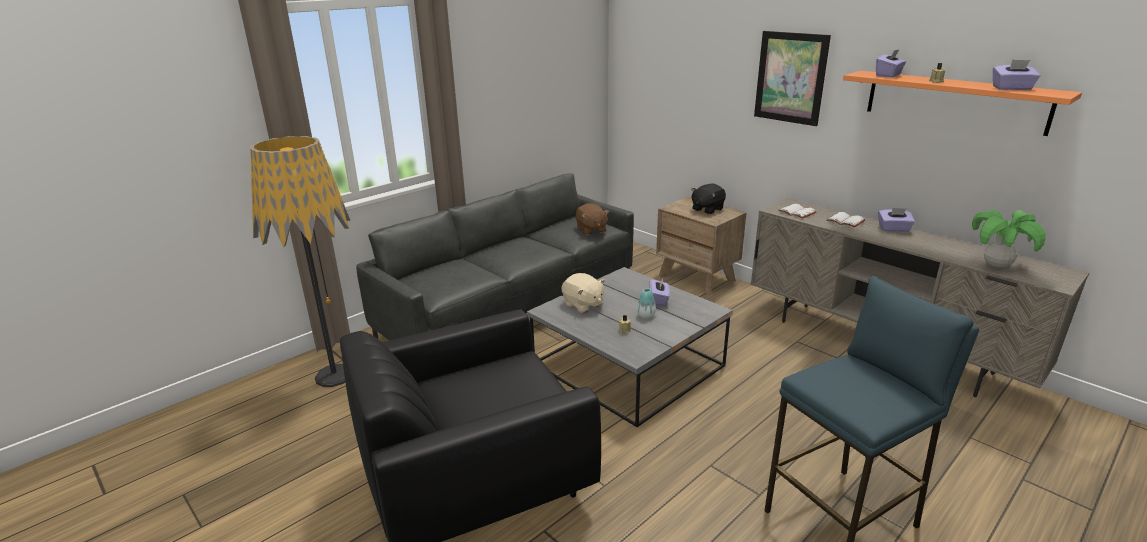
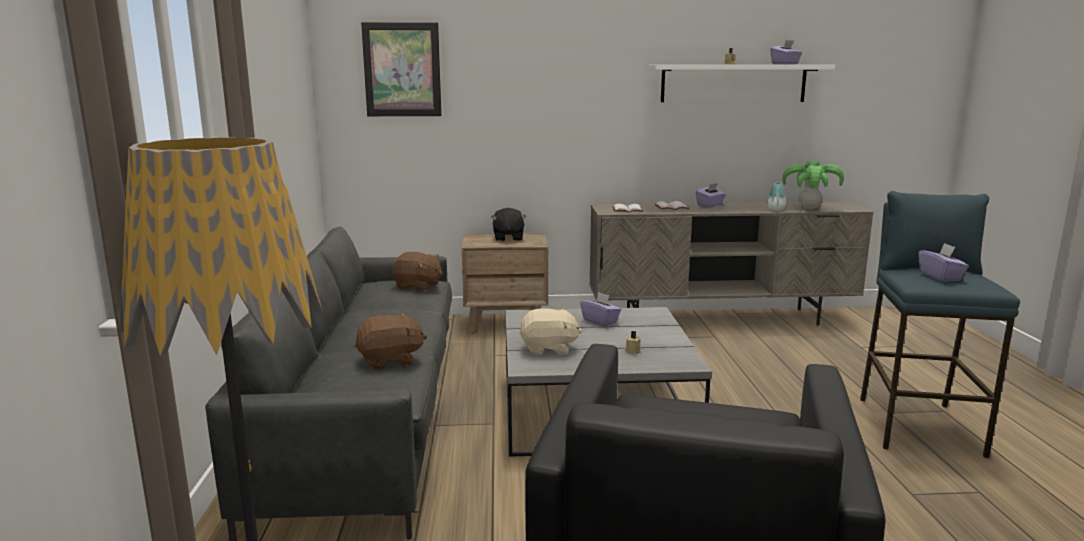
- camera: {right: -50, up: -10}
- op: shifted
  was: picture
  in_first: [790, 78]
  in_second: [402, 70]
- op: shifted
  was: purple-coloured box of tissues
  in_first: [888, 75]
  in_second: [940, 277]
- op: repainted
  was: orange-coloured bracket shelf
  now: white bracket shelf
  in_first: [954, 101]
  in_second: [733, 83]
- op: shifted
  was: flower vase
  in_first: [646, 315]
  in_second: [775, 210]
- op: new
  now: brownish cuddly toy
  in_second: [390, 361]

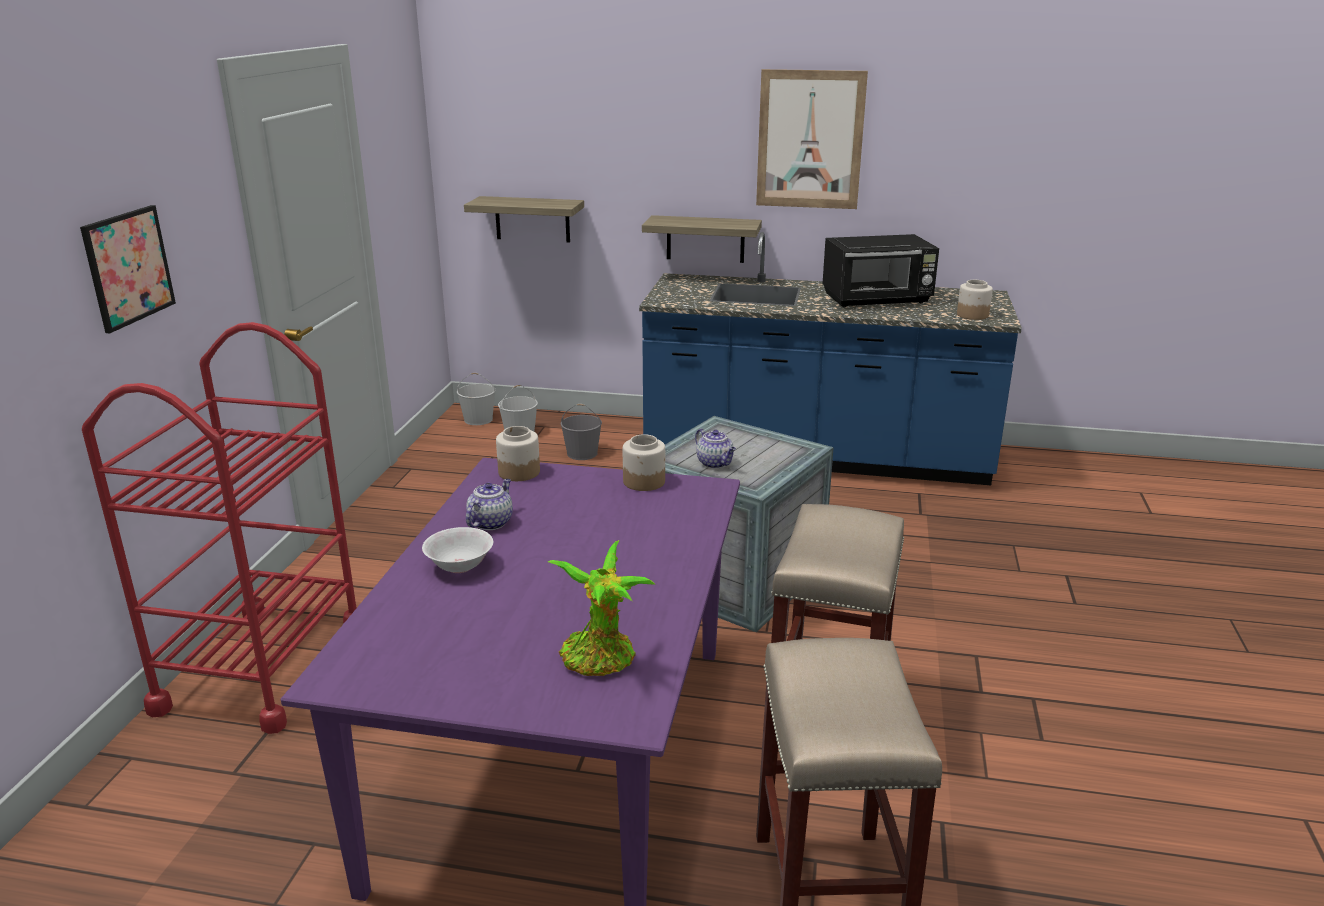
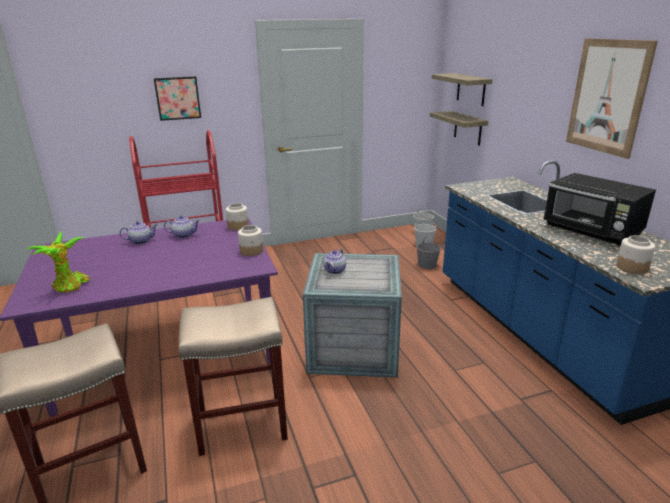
- camera: {right: 60, up: 0}
- op: shifted
  was: bracket shelf
  in_first: [705, 239]
  in_second: [471, 89]
- op: swapped
  was: white bowl
  now: pot for tea
  in_first: [459, 566]
  in_second: [141, 241]

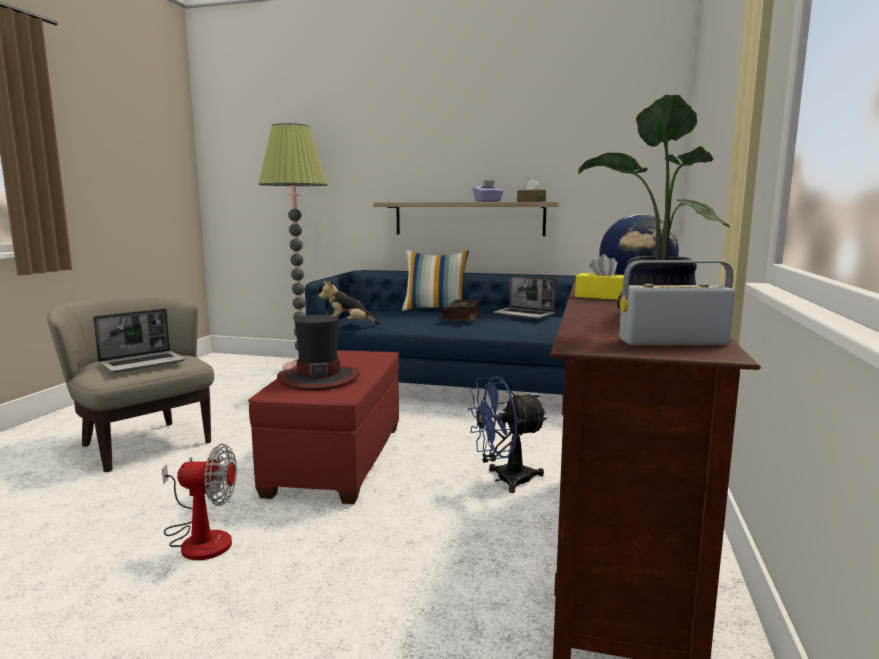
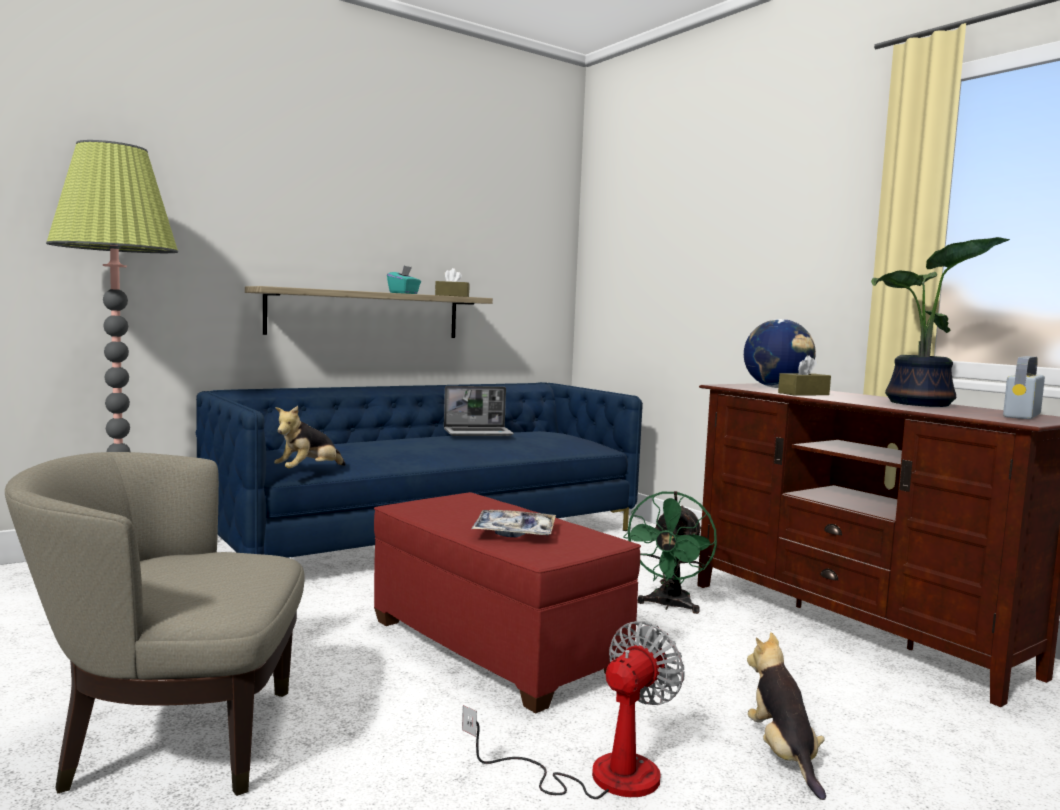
- camera: {right: -50, up: -5}
- op: repainted
  was: purple-coloured box of tissues
  now: turquoise box of tissues
  in_first: [488, 201]
  in_second: [404, 293]
- op: gone
  was: pillow
  in_first: [435, 309]
- op: repainted
  was: yellowish box of tissues
  now: brownish box of tissues
  in_first: [602, 296]
  in_second: [803, 394]
- op: gone
  was: bound book
  in_first: [463, 317]
- op: gone
  was: portable computer
  in_first: [143, 363]
- op: swapped
  was: clothing hat
  now: carrying tray
  in_first: [318, 378]
  in_second: [514, 532]
- op: repainted
  was: bluish electric fan
  now: green-coloured electric fan
  in_first: [505, 480]
  in_second: [668, 606]
- op: new
  now: cuddly toy
  in_second: [783, 755]

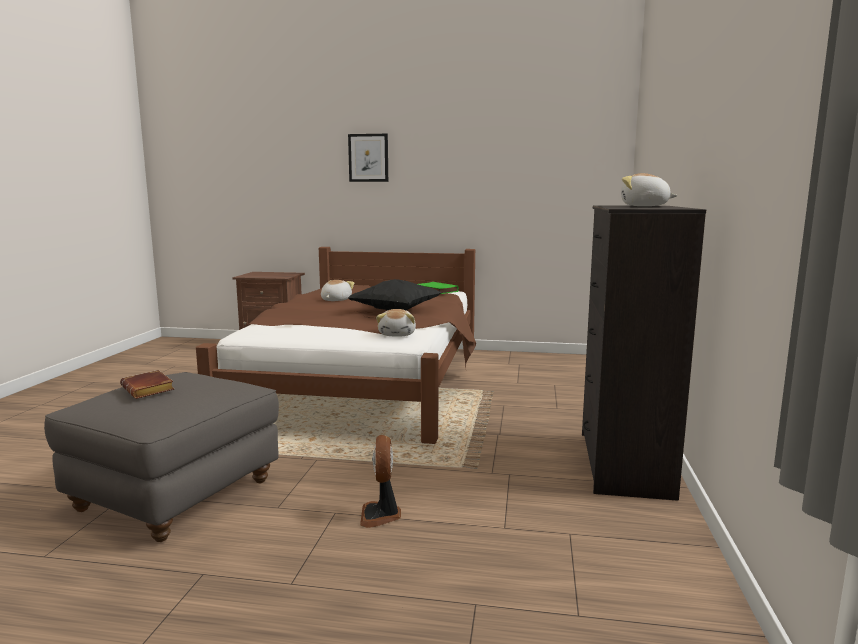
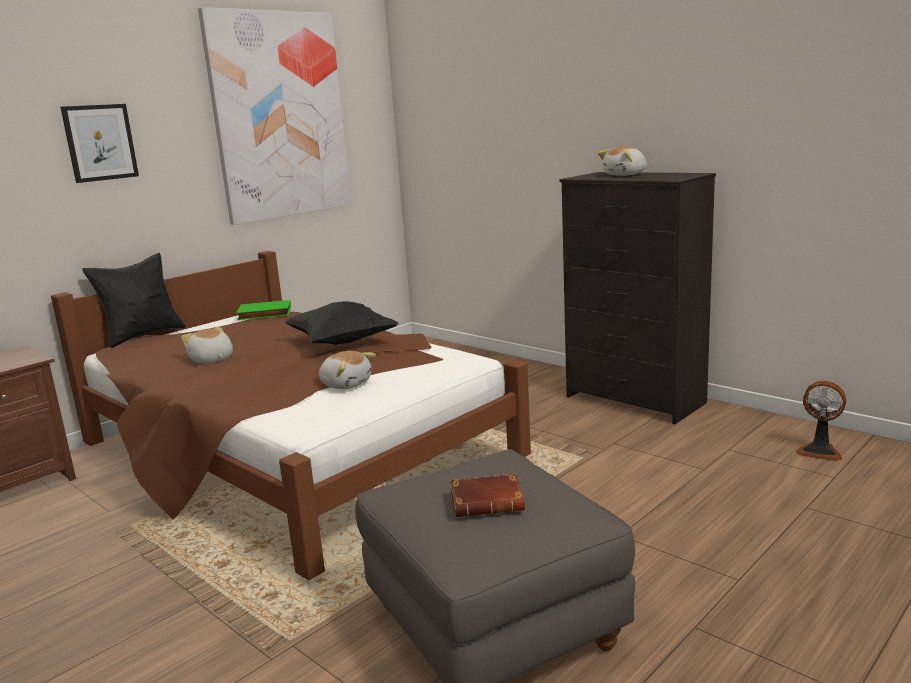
- camera: {right: -55, up: 5}
- op: shifted
  was: cuddly toy
  in_first: [397, 334]
  in_second: [346, 384]
- op: shifted
  was: electric fan
  in_first: [381, 515]
  in_second: [820, 451]
- op: new
  now: picture
  in_second: [280, 116]
- op: new
  now: blackish pillow
  in_second: [143, 336]

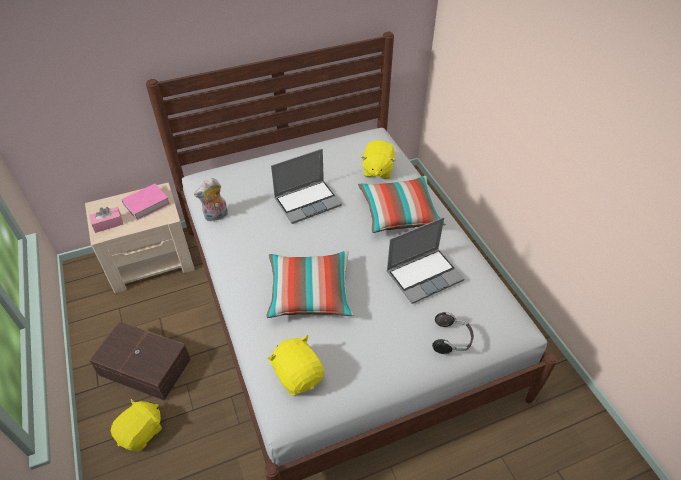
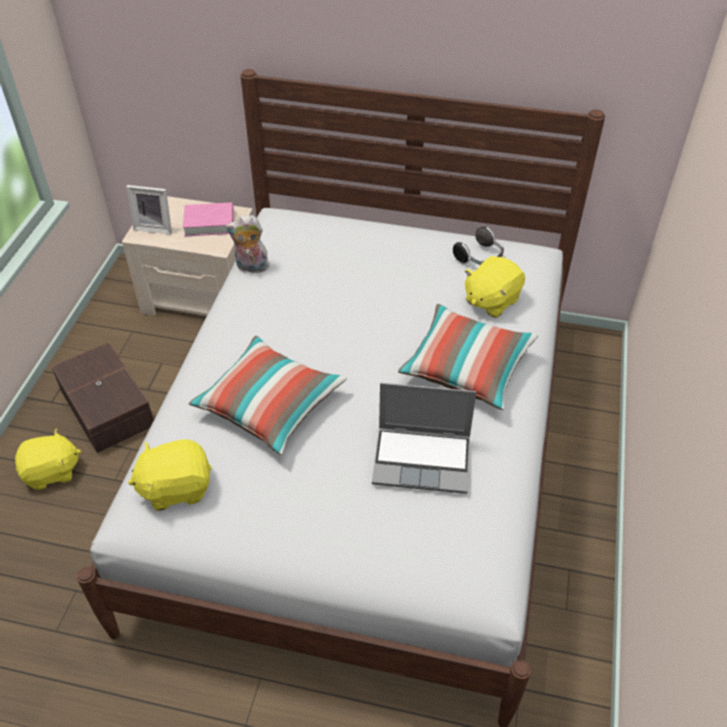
- camera: {right: 35, up: 0}
- op: gone
  was: portable computer
  in_first: [308, 201]
- op: swapped
  was: pink-coloured box of tissues
  now: standing frame
  in_first: [108, 224]
  in_second: [155, 227]
- op: shifted
  was: headset
  in_first: [451, 340]
  in_second: [480, 258]
- op: rotated
  was: yellowish cuddly toy
  in_first: [298, 375]
  in_second: [176, 487]
  clockwise: -105

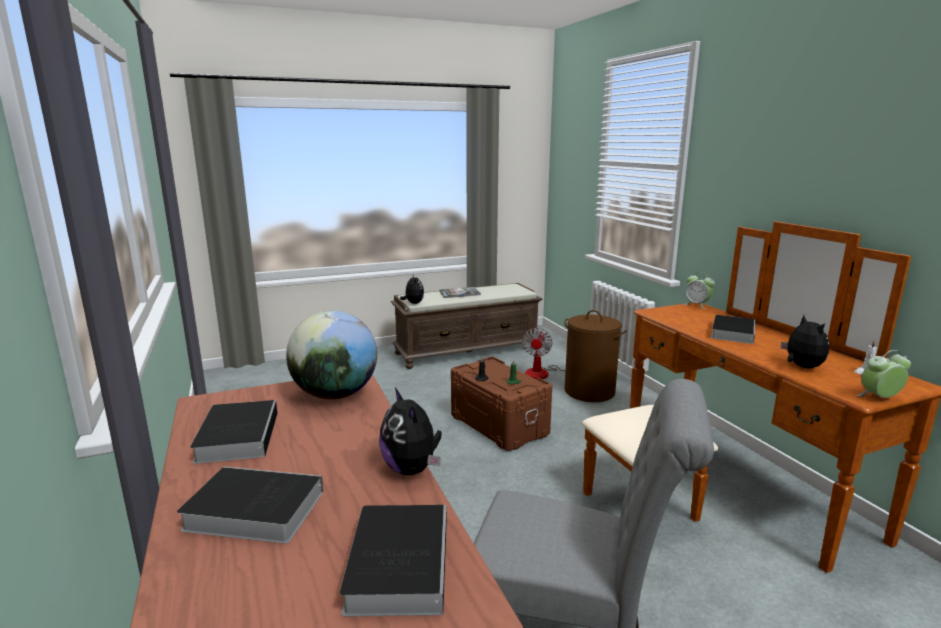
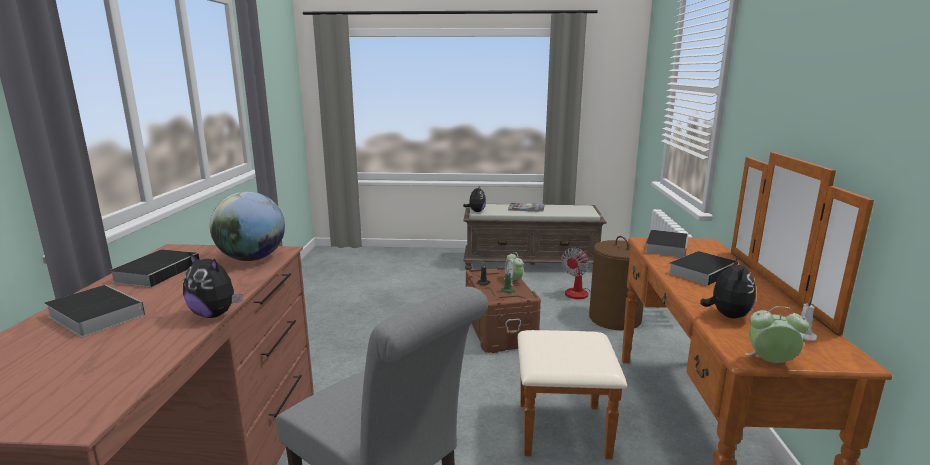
- camera: {right: 25, up: 0}
- op: shifted
  was: bedside clock
  in_first: [697, 305]
  in_second: [513, 281]
- op: rotated
  was: cuddly toy
  in_first: [412, 469]
  in_second: [215, 314]
  clockwise: -60
- op: shifted
  was: bound book
  in_first: [398, 561]
  in_second: [666, 246]

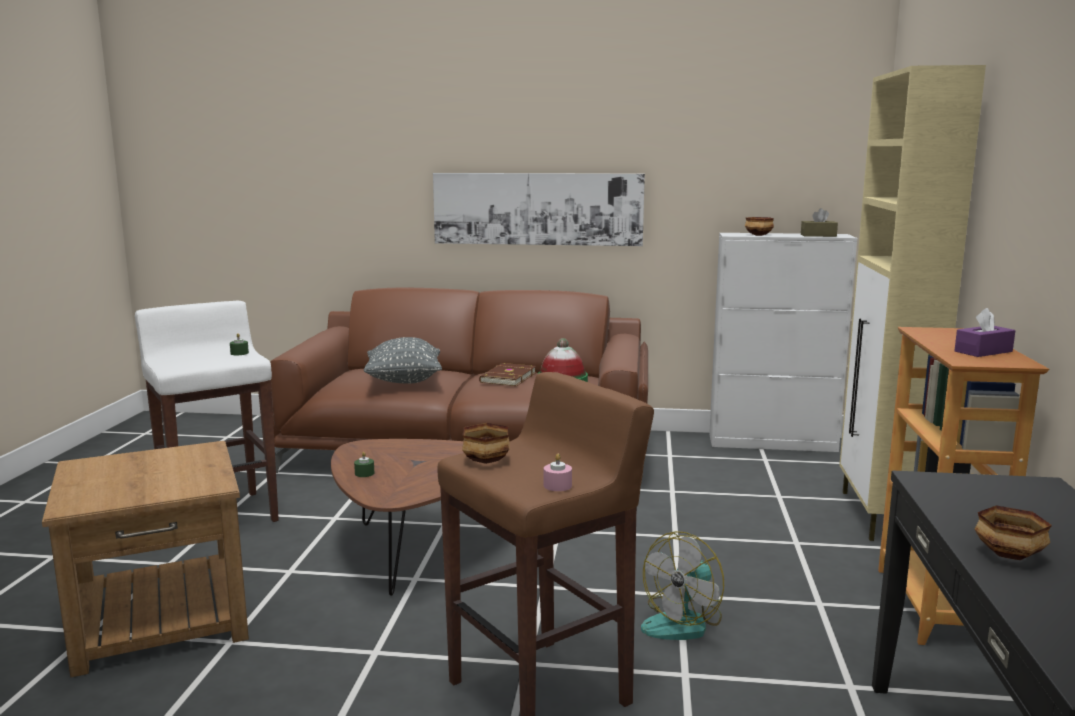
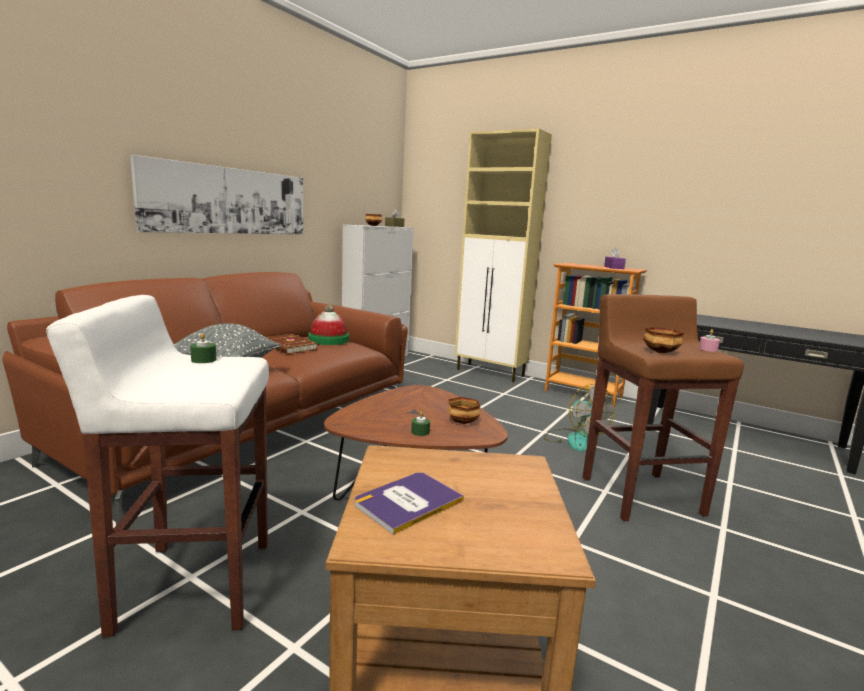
- camera: {right: -65, up: 0}
- op: shifted
  was: bowl
  in_first: [1006, 554]
  in_second: [461, 422]
- op: new
  now: bound book
  in_second: [408, 502]

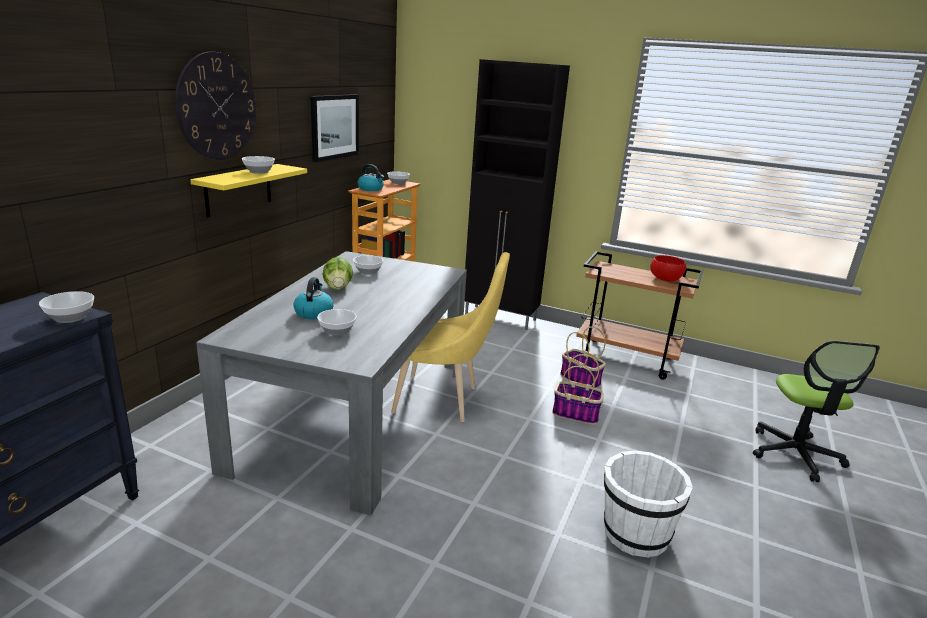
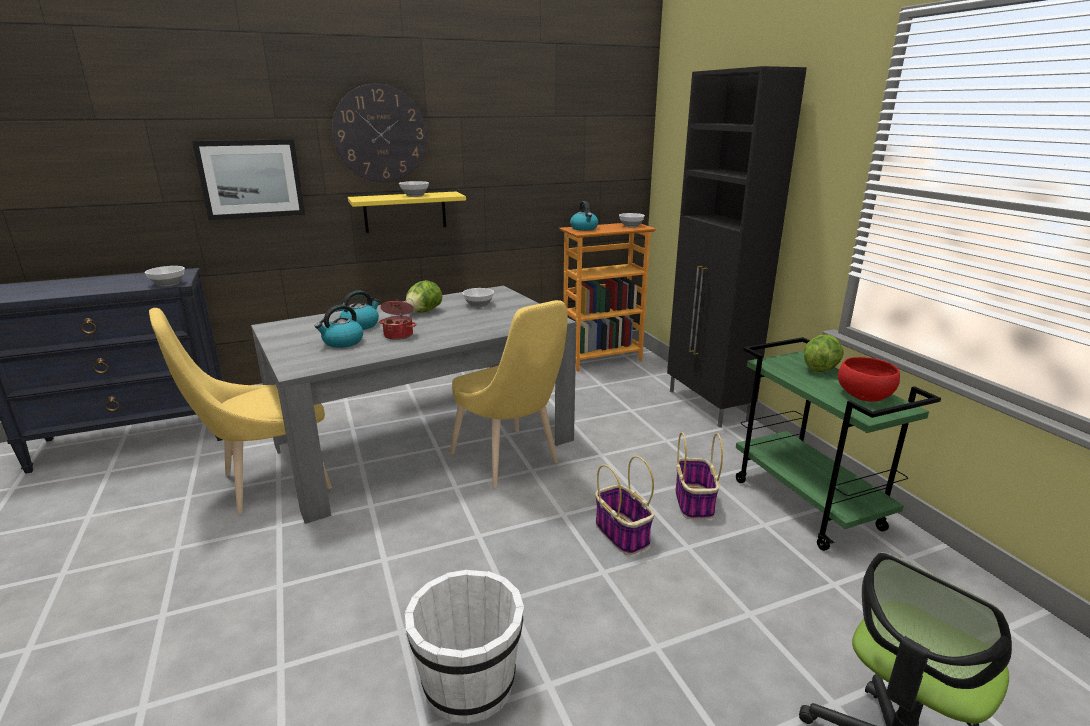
- camera: {right: 45, up: 0}
- op: shifted
  was: picture
  in_first: [334, 127]
  in_second: [251, 179]
- op: repainted
  was: brownish cart
  now: green-coloured cart
  in_first: [627, 358]
  in_second: [808, 505]
- op: swapped
  was: bowl
  now: water kettle
  in_first: [338, 331]
  in_second: [342, 342]
- op: new
  now: cooking pot
  in_second: [399, 335]
- op: new
  now: yellowish upright chair
  in_second: [268, 483]
- op: new
  now: lettuce head
  in_second: [820, 369]

